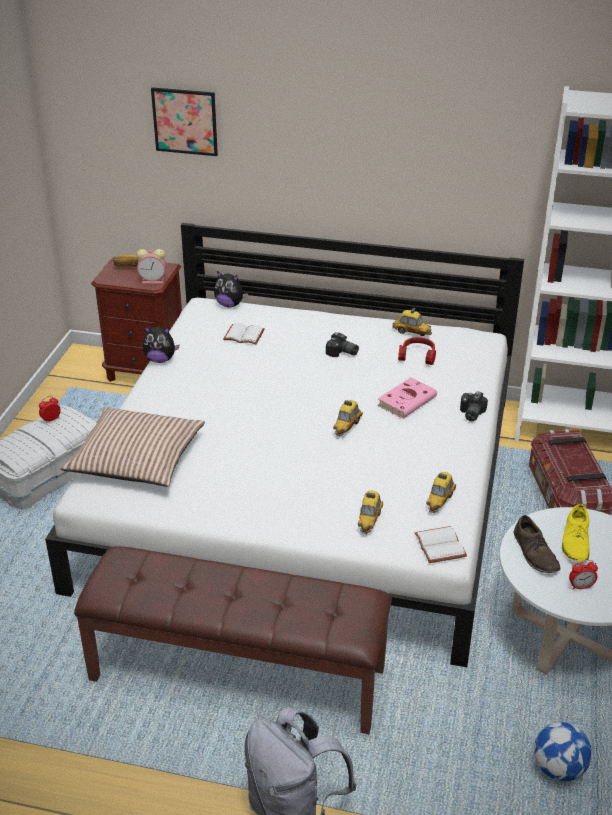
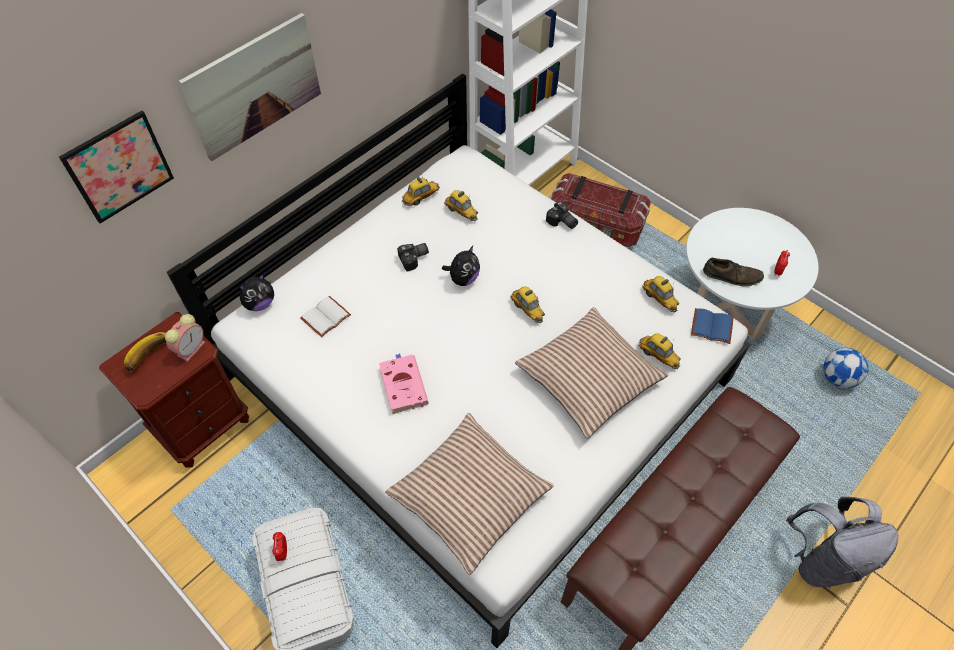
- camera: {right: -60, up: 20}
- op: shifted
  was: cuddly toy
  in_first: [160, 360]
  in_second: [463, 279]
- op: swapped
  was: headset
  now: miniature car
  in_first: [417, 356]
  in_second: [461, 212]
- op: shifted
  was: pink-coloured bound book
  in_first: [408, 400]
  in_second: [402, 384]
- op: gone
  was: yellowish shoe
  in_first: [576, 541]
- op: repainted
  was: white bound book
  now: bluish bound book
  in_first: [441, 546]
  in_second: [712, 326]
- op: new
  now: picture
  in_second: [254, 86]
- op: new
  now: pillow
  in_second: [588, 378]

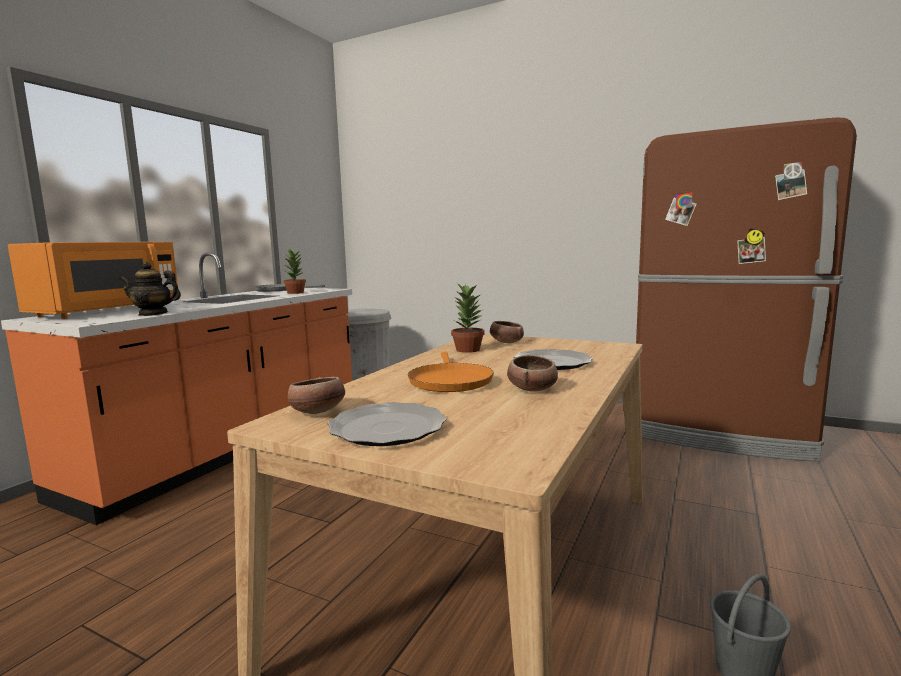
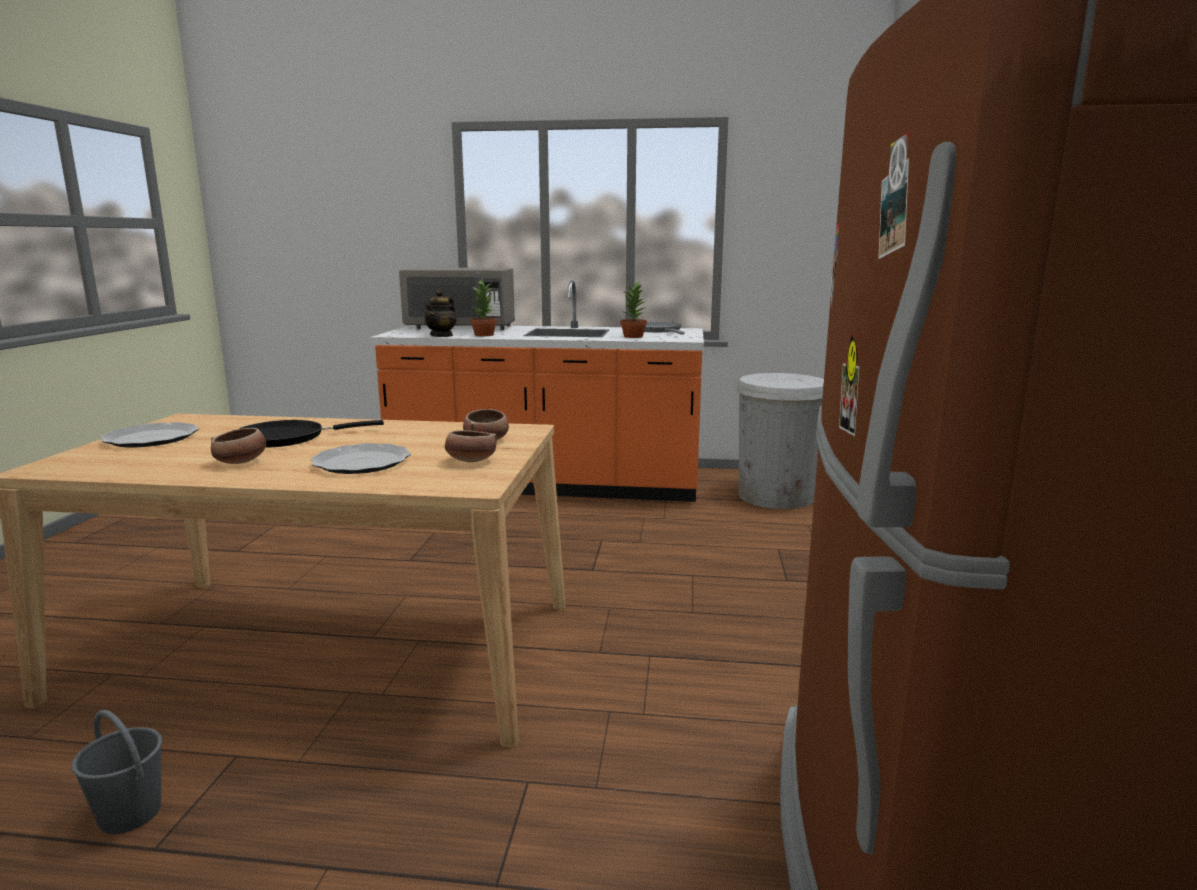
- camera: {right: 70, up: 5}
- op: repainted
  was: orange-coloured microwave oven
  now: greyish microwave oven
  in_first: [106, 311]
  in_second: [460, 328]
- op: rotated
  was: pot for tea
  in_first: [153, 314]
  in_second: [442, 335]
  clockwise: -135
- op: shifted
  was: houseplant
  in_first: [467, 350]
  in_second: [484, 335]
- op: repainted
  was: orange-coloured pan
  now: blackish pan
  in_first: [449, 381]
  in_second: [287, 438]
- op: shifted
  was: bowl
  in_first: [317, 412]
  in_second: [470, 461]

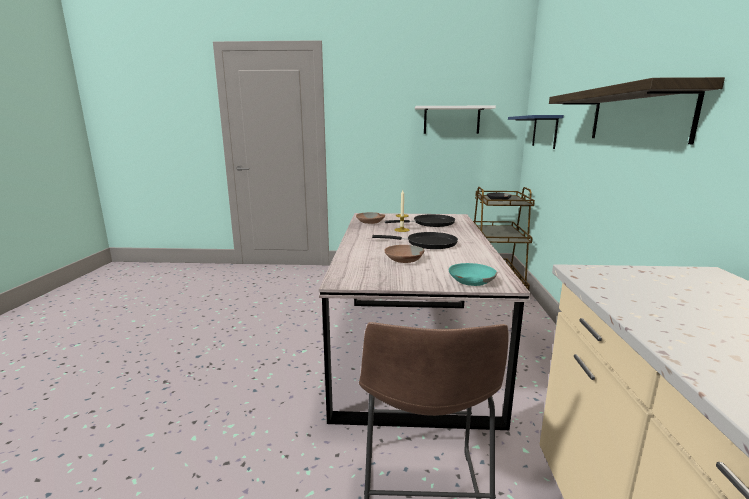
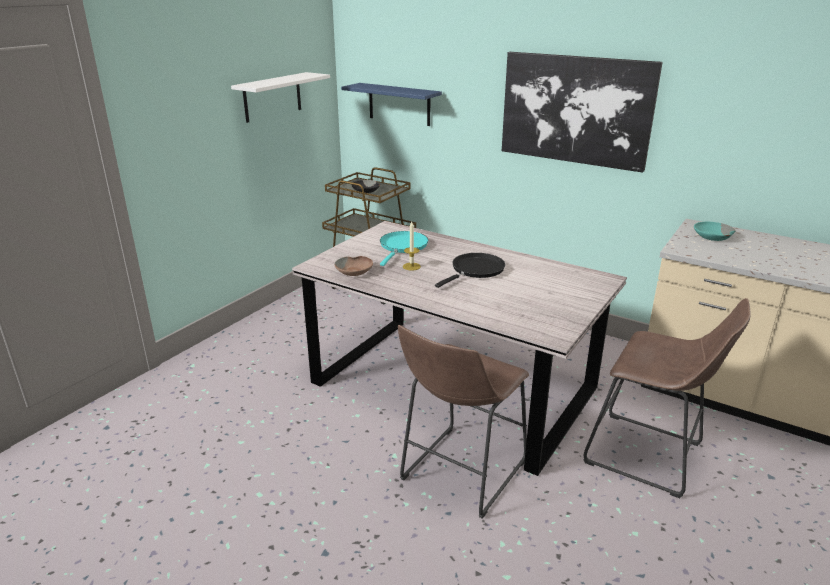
- camera: {right: -60, up: 10}
- op: swapped
  was: bracket shelf
  now: picture
  in_first: [637, 115]
  in_second: [575, 110]
- op: repainted
  was: blackish pan
  now: turquoise pan
  in_first: [430, 223]
  in_second: [402, 247]
- op: gone
  was: brownish bowl
  in_first: [403, 259]
- op: shifted
  was: turquoise bowl
  in_first: [470, 280]
  in_second: [712, 237]
- op: new
  now: brownish stool seat
  in_second: [459, 474]

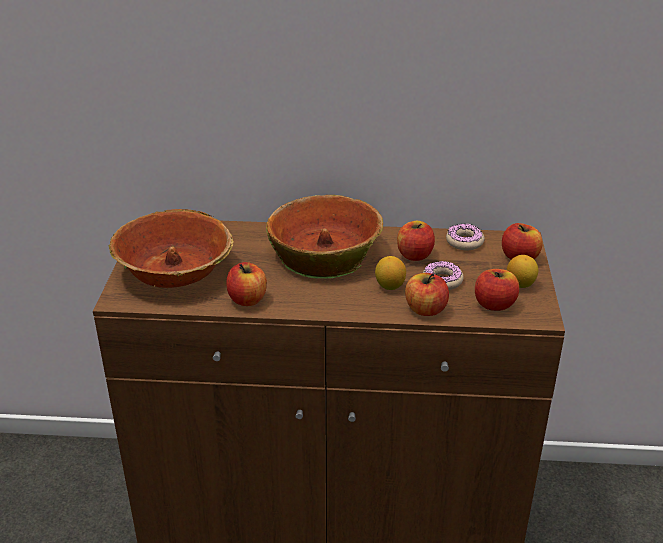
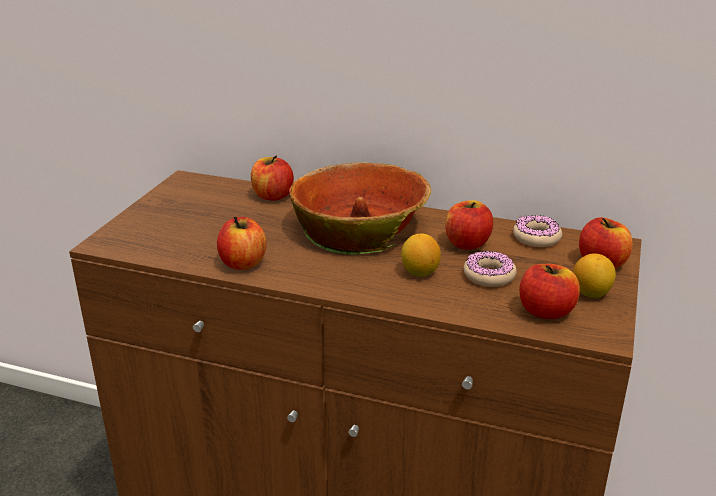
- camera: {right: 15, up: -5}
- op: gone
  was: bowl
  in_first: [175, 271]
- op: shifted
  was: whole apple
  in_first: [425, 309]
  in_second: [272, 196]

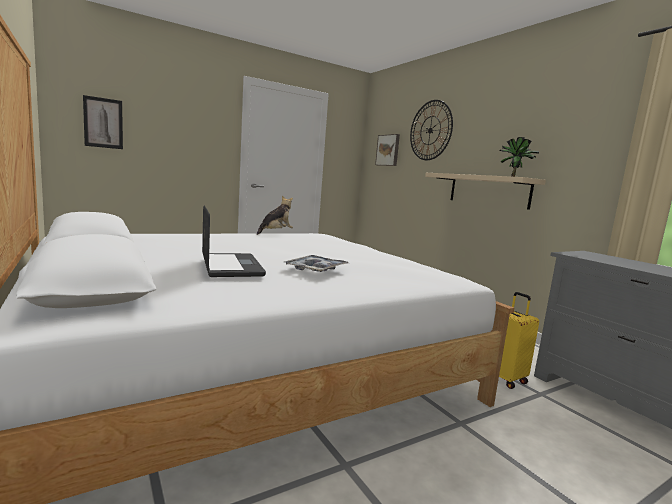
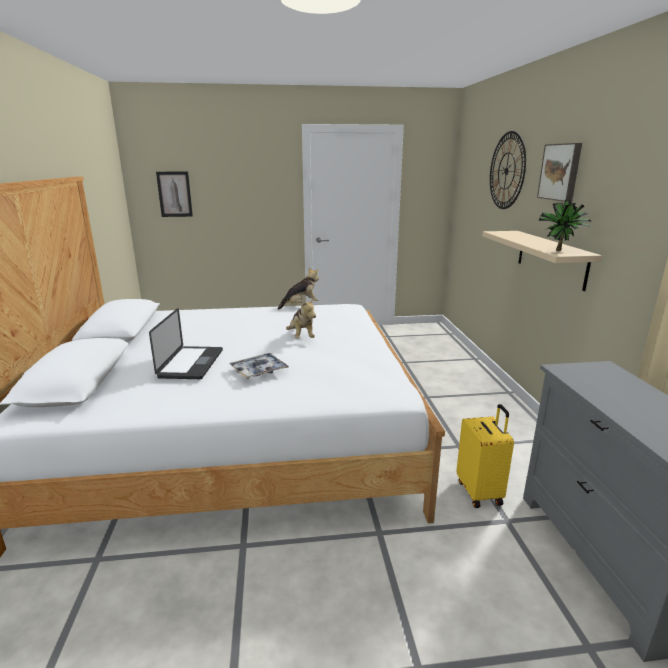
- camera: {right: 25, up: 10}
- op: shifted
  was: picture
  in_first: [388, 150]
  in_second: [561, 172]
- op: new
  now: cuddly toy
  in_second: [301, 337]

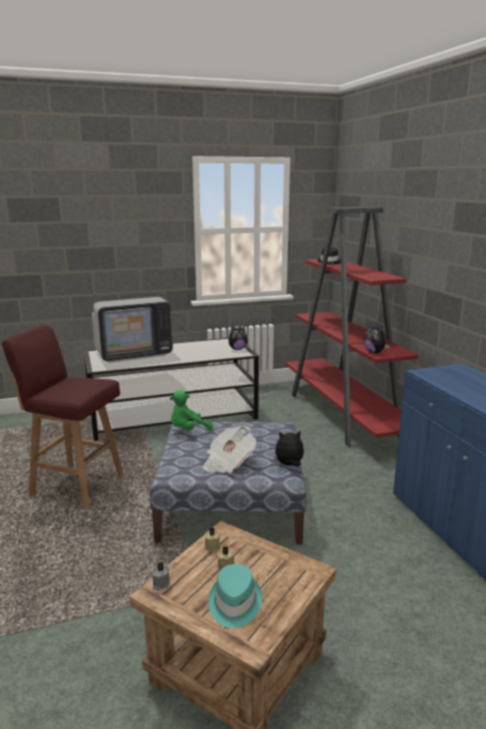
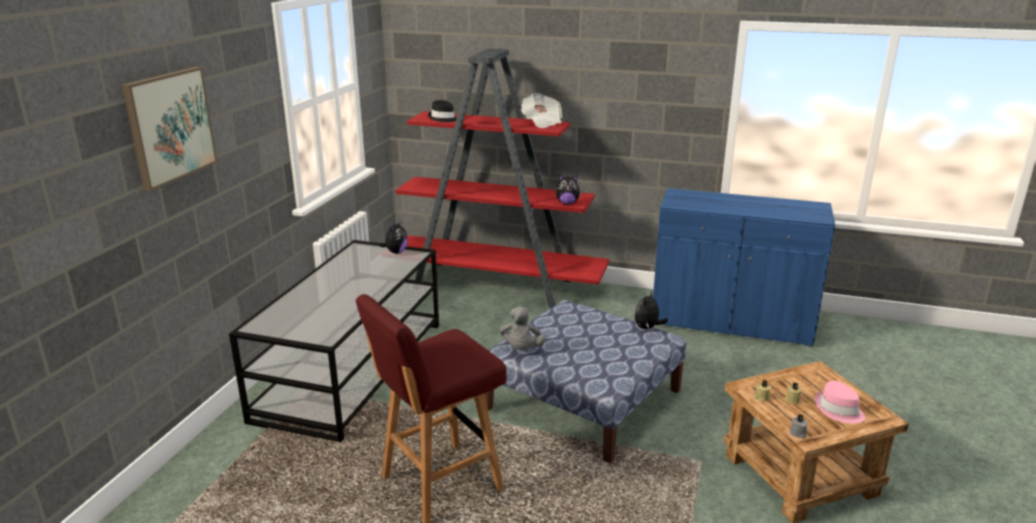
- camera: {right: -55, up: 5}
- op: gone
  was: television
  in_first: [133, 353]
- op: repainted
  was: green-coloured cuddly toy
  now: greyish cuddly toy
  in_first: [188, 430]
  in_second: [522, 349]
- op: shifted
  was: daily paper
  in_first: [228, 462]
  in_second: [541, 122]
- op: repainted
  was: turquoise clothing hat
  now: pink-coloured clothing hat
  in_first: [234, 603]
  in_second: [838, 410]
- op: new
  now: picture
  in_second: [170, 126]

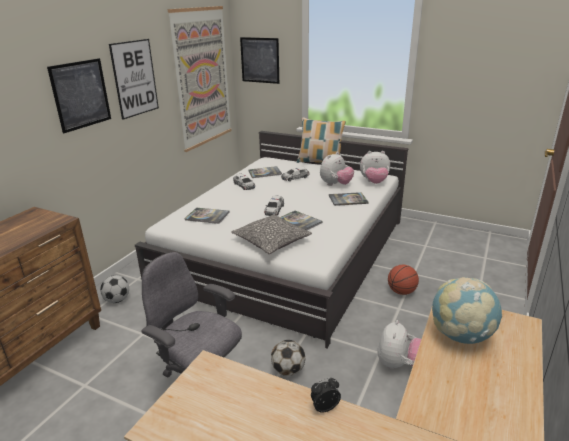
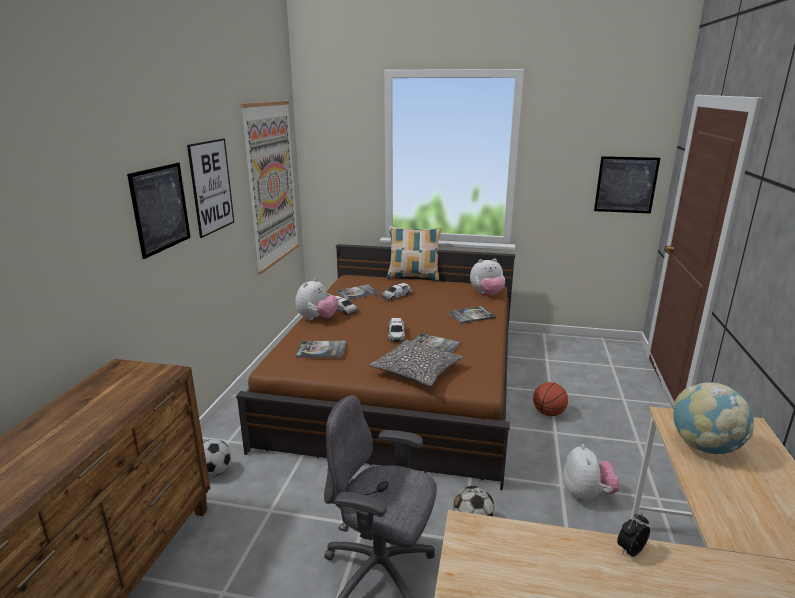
- camera: {right: -15, up: -5}
- op: shifted
  was: picture
  in_first: [260, 60]
  in_second: [626, 185]
- op: repainted
  was: white bedroom bed
  now: brownish bedroom bed
  in_first: [287, 252]
  in_second: [401, 384]
- op: shifted
  was: cuddly toy
  in_first: [335, 185]
  in_second: [317, 318]

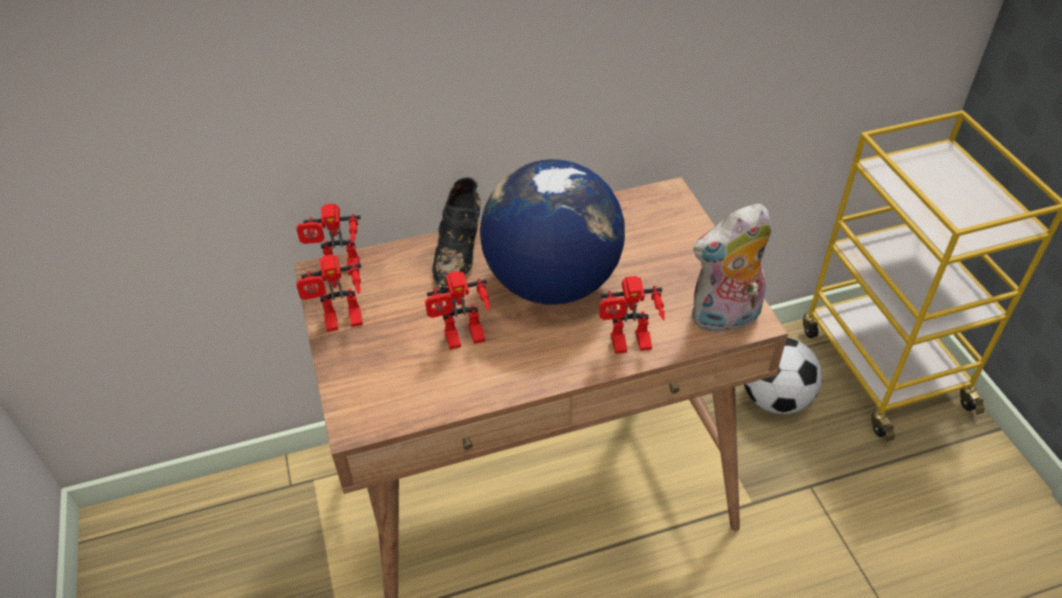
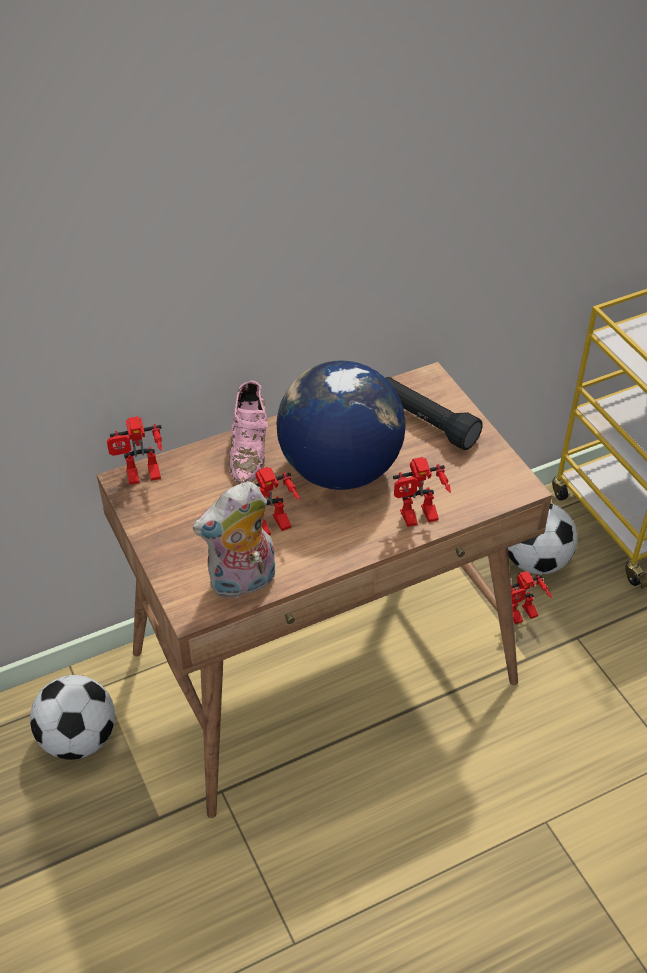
- camera: {right: -10, up: 0}
- op: repainted
  was: blackish shoe
  now: pink-coloured shoe
  in_first: [460, 252]
  in_second: [249, 450]
- op: shifted
  was: cuddly toy
  in_first: [725, 319]
  in_second: [242, 583]
- op: shifted
  was: toy robot
  in_first: [341, 323]
  in_second: [522, 617]
- op: new
  now: blackish hand torch
  in_second: [426, 422]
- op: new
  now: ball for football
  in_second: [79, 738]

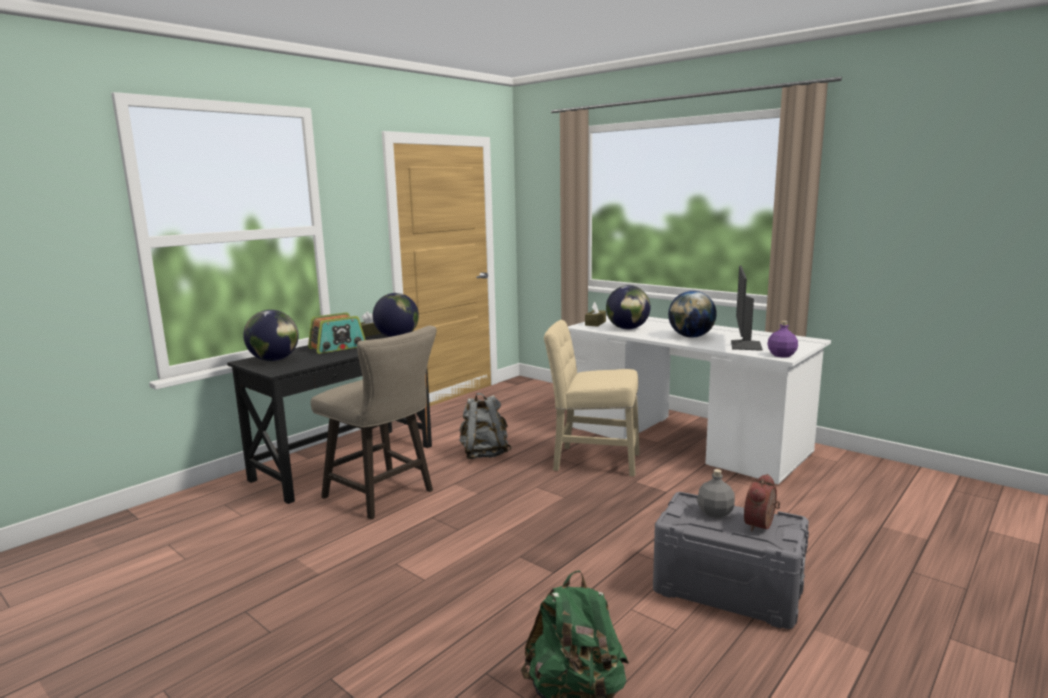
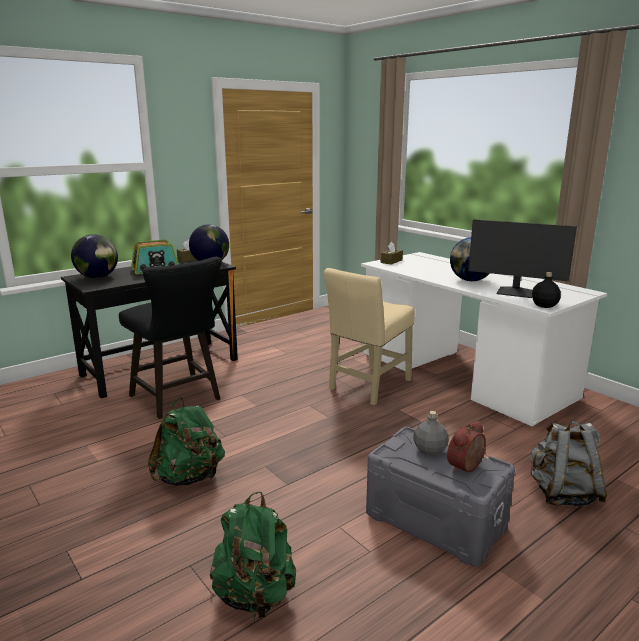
- camera: {right: 10, up: 5}
- op: rotated
  was: computer screen
  in_first: [744, 345]
  in_second: [515, 293]
  clockwise: -90
- op: gone
  was: world globe
  in_first: [627, 328]
- op: rotated
  was: sand-coloured upright chair
  in_first: [591, 461]
  in_second: [368, 386]
  clockwise: -75
- op: repainted
  was: purple-coloured drink bottle
  now: blackish drink bottle
  in_first: [781, 355]
  in_second: [544, 305]
- op: repainted
  was: sand-coloured stool seat
  now: blackish stool seat
  in_first: [384, 495]
  in_second: [179, 399]
- op: shifted
  was: greyish rucksack
  in_first: [484, 454]
  in_second: [562, 494]
- op: new
  now: green-coloured rucksack
  in_second: [189, 477]

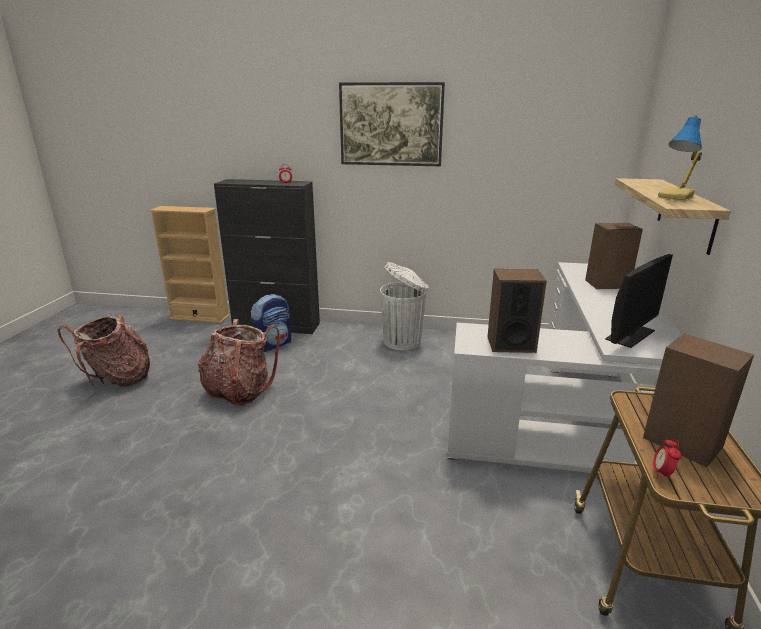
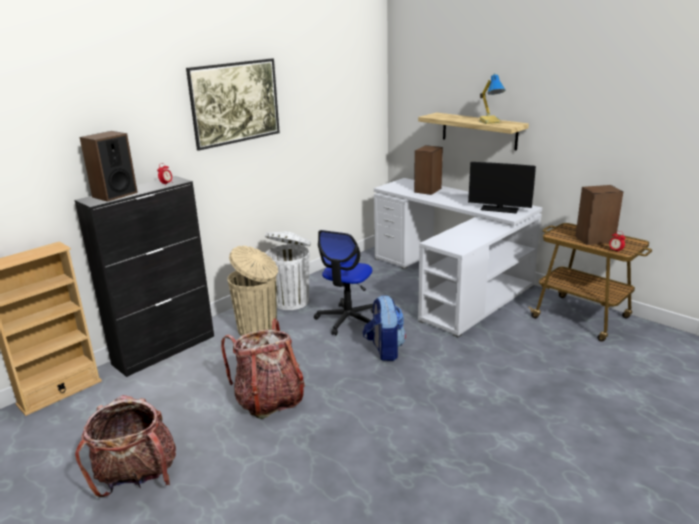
- camera: {right: -55, up: 0}
- op: rotated
  was: computer screen
  in_first: [630, 335]
  in_second: [499, 209]
  clockwise: 120
- op: shifted
  was: loudspeaker
  in_first: [511, 344]
  in_second: [114, 195]
- op: shifted
  was: rucksack
  in_first: [273, 344]
  in_second: [384, 350]
- op: new
  now: desk chair
  in_second: [347, 320]
- op: new
  now: sand-coloured rubbish bin
  in_second: [258, 329]

